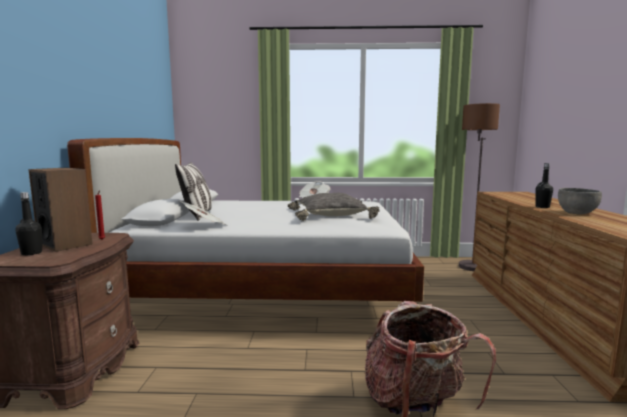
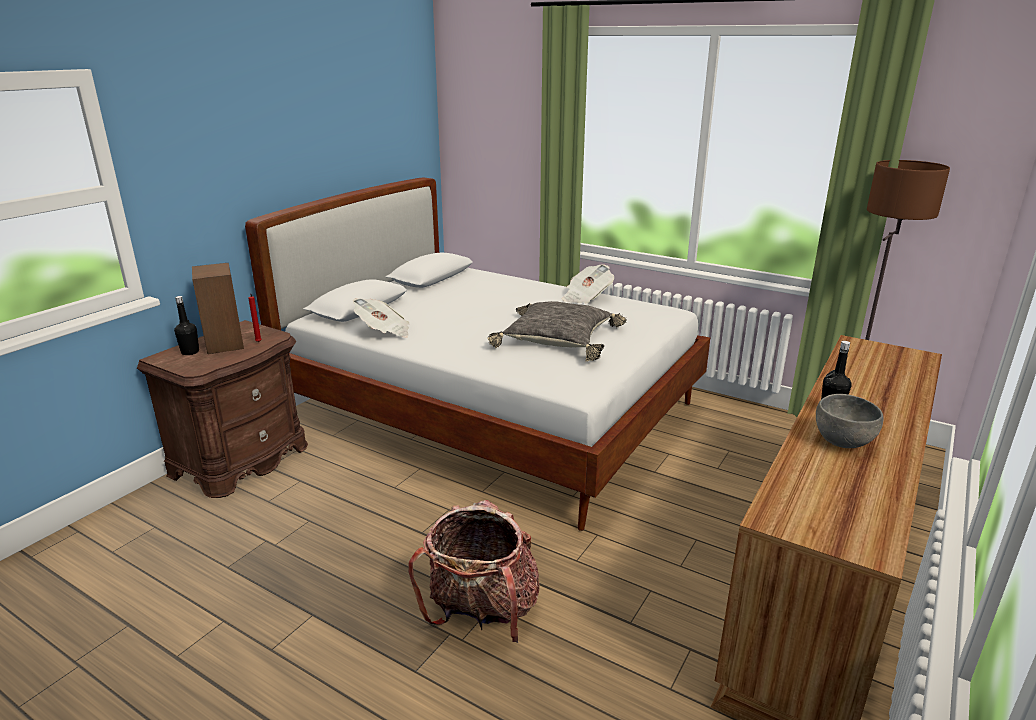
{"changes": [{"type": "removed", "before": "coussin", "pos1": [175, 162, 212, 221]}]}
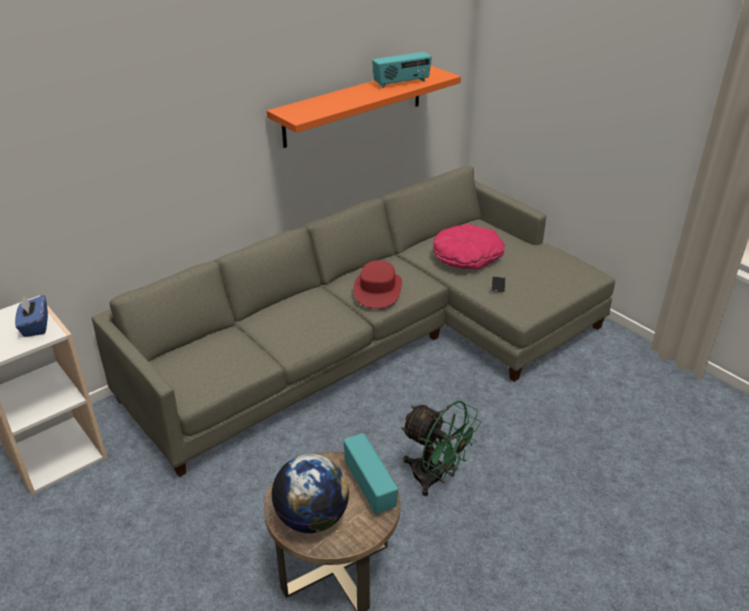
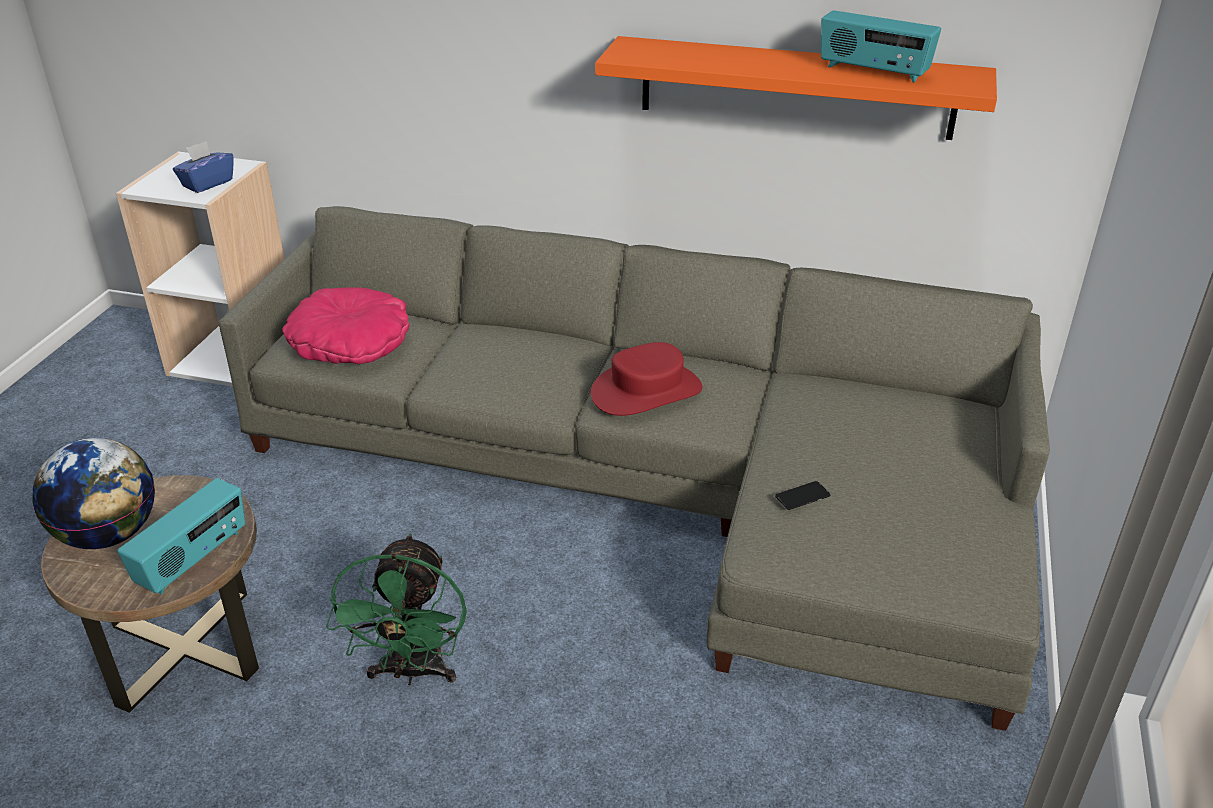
{"changes": [{"type": "moved", "before": "coussin [rose]", "pos1": [433, 224, 505, 270], "pos2": [282, 287, 409, 364]}]}
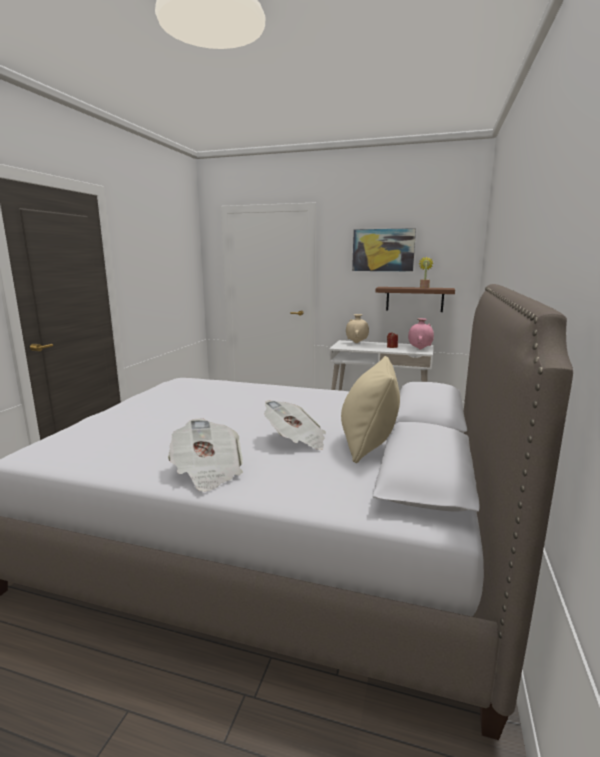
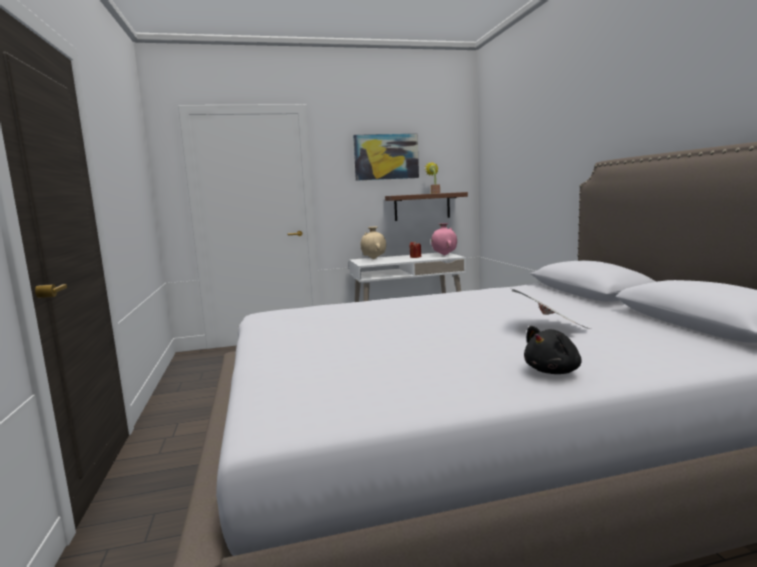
{"changes": [{"type": "removed", "before": "coussin [beige]", "pos1": [341, 356, 400, 463]}, {"type": "replaced", "before": "journal", "after": "peluche [noir]", "pos1": [168, 418, 243, 492], "pos2": [524, 326, 582, 374]}]}
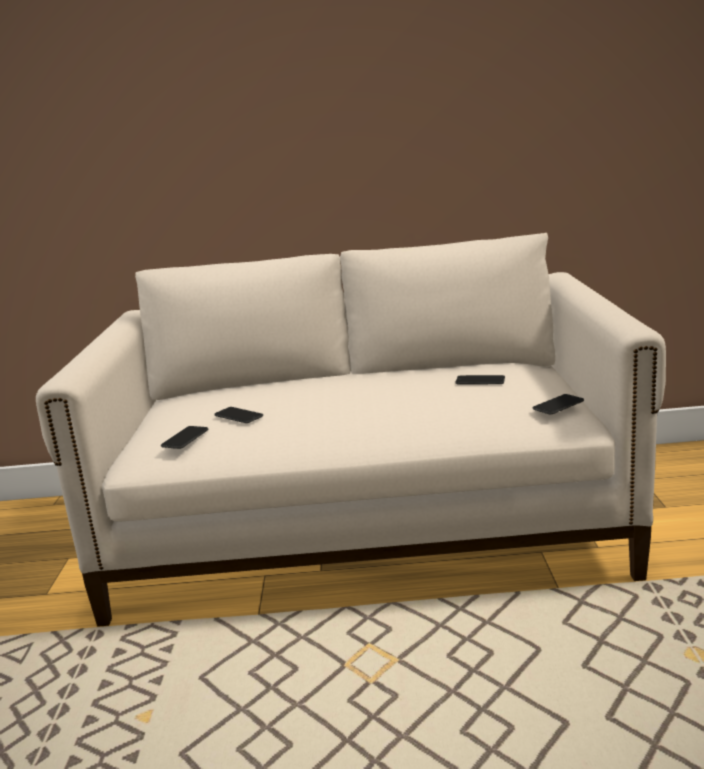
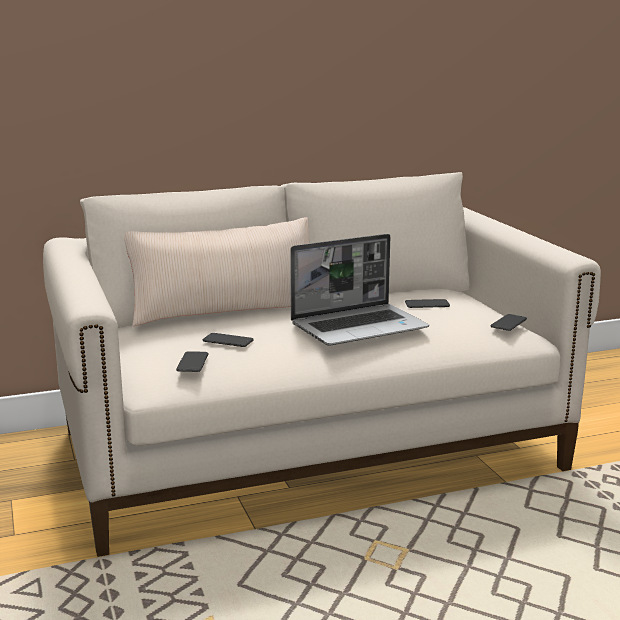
{"changes": [{"type": "added", "after": "coussin [beige]", "pos2": [124, 217, 309, 326]}, {"type": "added", "after": "ordinateur portable", "pos2": [290, 234, 429, 346]}]}
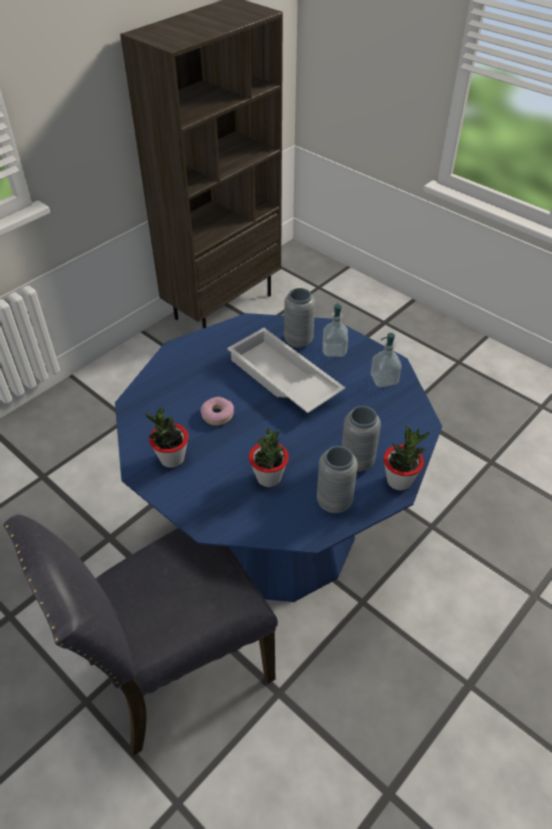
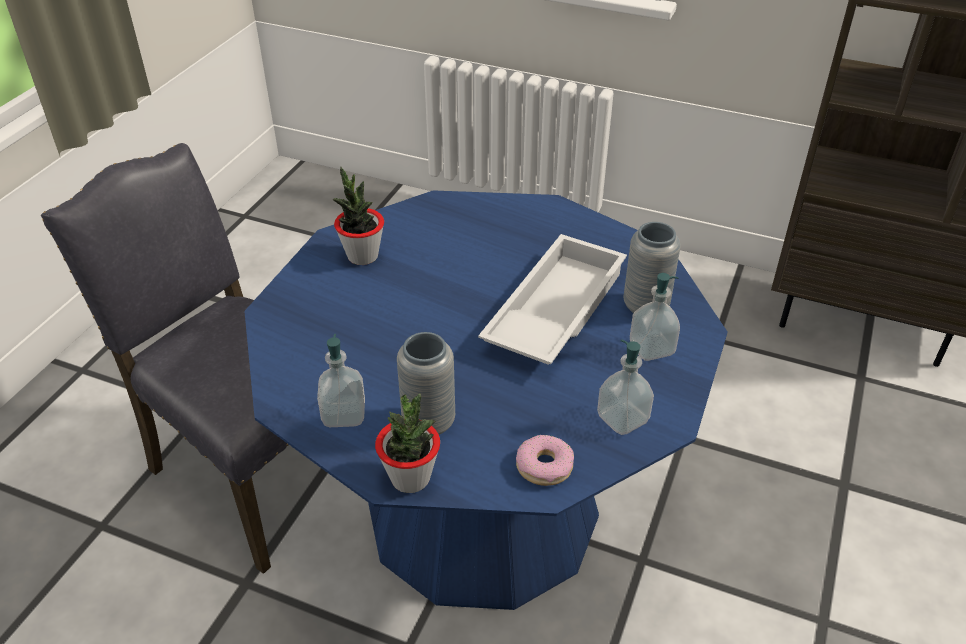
{"changes": [{"type": "moved", "before": "beignet", "pos1": [201, 397, 234, 426], "pos2": [516, 435, 574, 486]}, {"type": "removed", "before": "plante en pot", "pos1": [249, 428, 289, 487]}, {"type": "replaced", "before": "vase [gris]", "after": "distributeur de savon", "pos1": [317, 446, 358, 513], "pos2": [317, 334, 365, 427]}]}
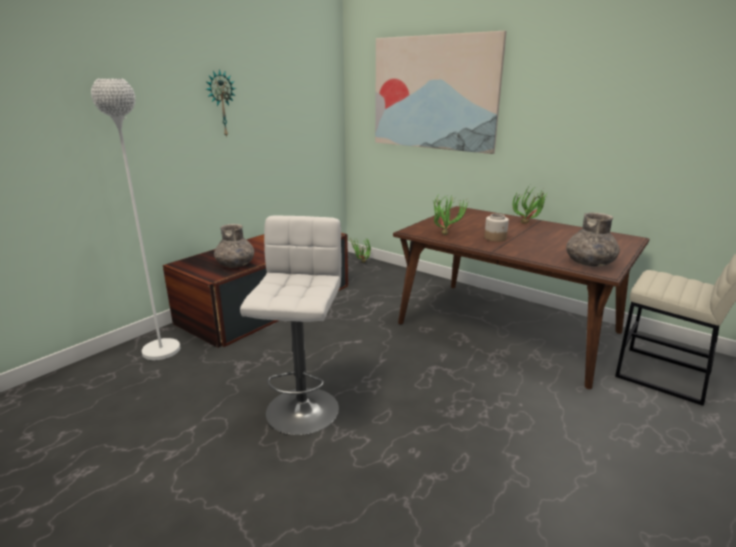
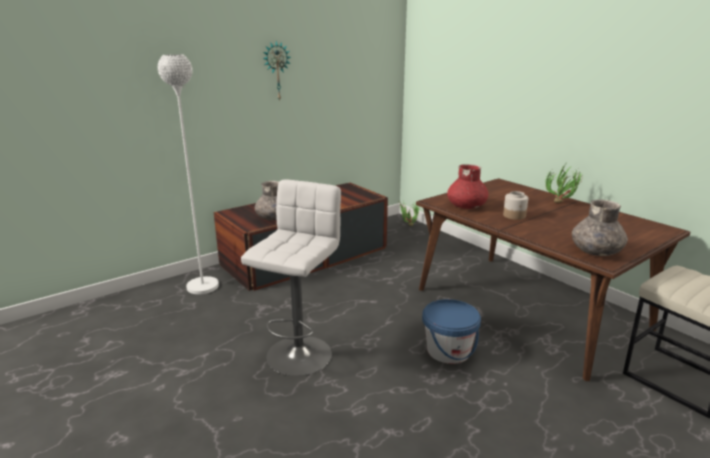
{"changes": [{"type": "removed", "before": "tableau", "pos1": [375, 31, 507, 154]}, {"type": "replaced", "before": "plante en pot", "after": "vase [rouge]", "pos1": [433, 196, 469, 235], "pos2": [447, 164, 488, 209]}, {"type": "added", "after": "seau [bleu]", "pos2": [422, 299, 481, 364]}]}
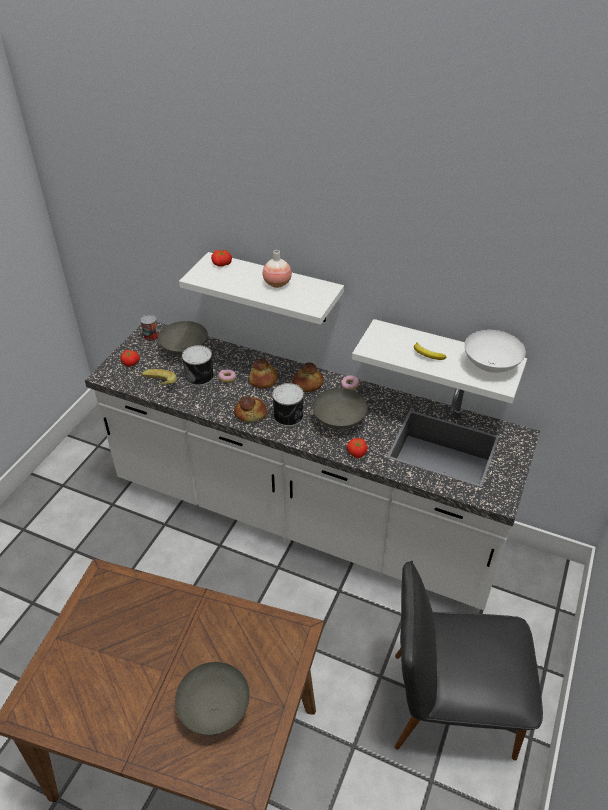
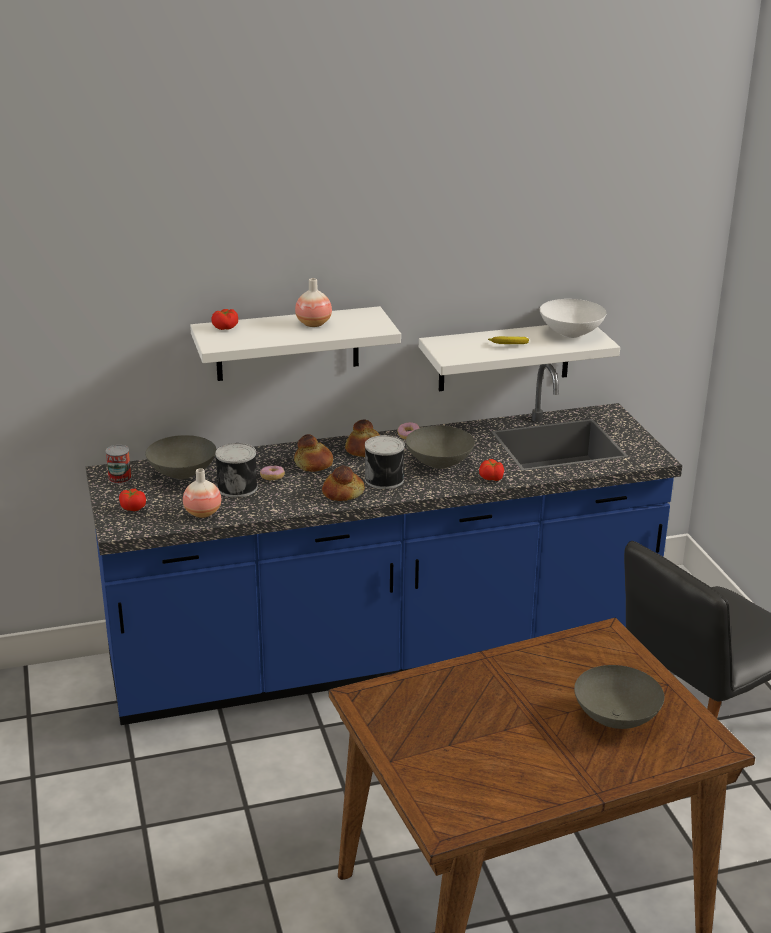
{"changes": [{"type": "recoloured", "before": "comptoir de cuisine [blanc]", "after": "comptoir de cuisine [bleu]", "pos1": [85, 322, 540, 610], "pos2": [86, 364, 682, 725]}, {"type": "replaced", "before": "banane", "after": "vase", "pos1": [141, 369, 177, 386], "pos2": [183, 468, 221, 518]}]}
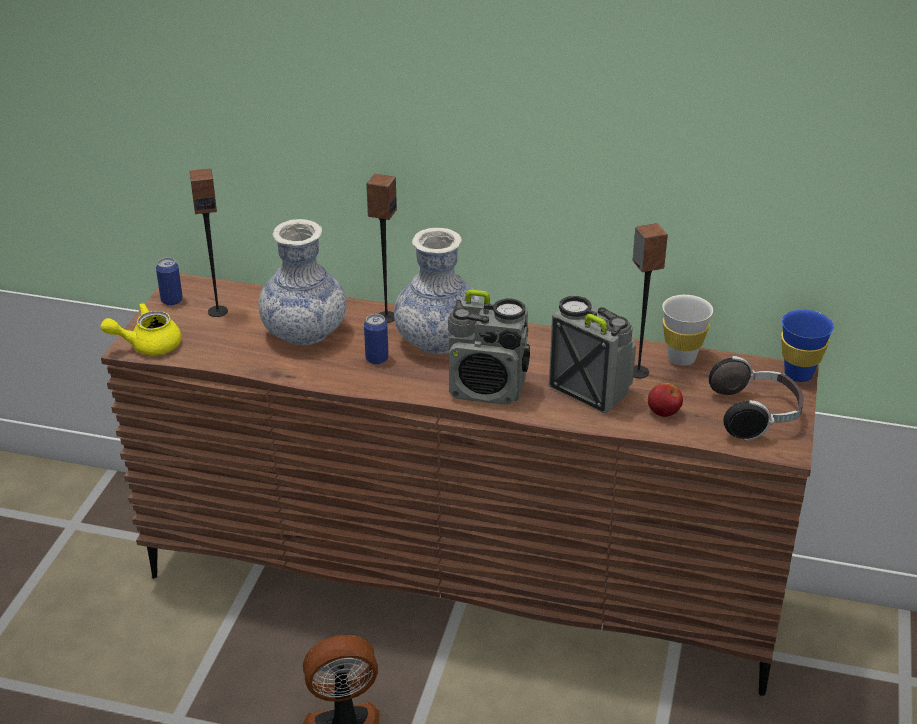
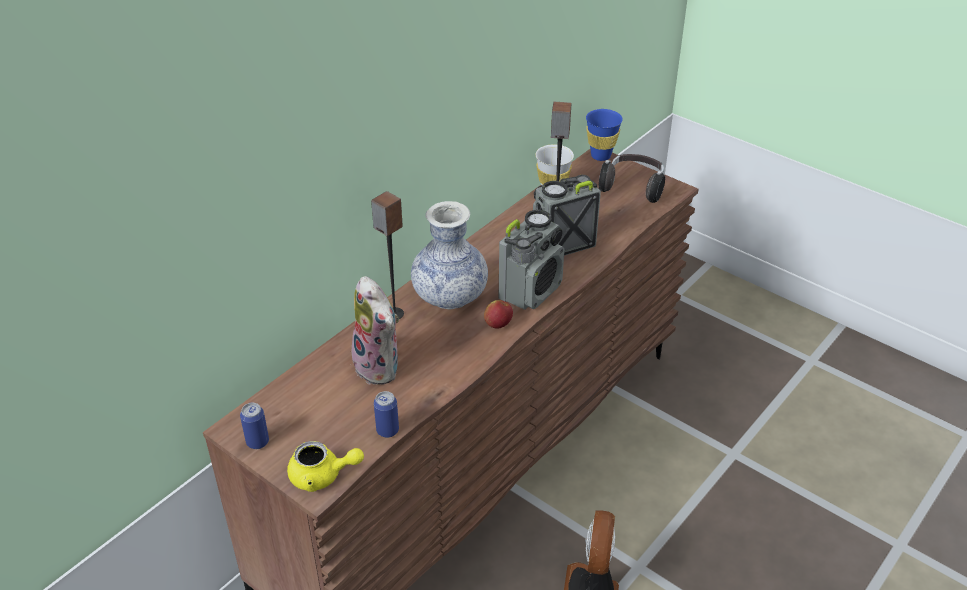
{"changes": [{"type": "removed", "before": "enceinte", "pos1": [190, 168, 228, 317]}, {"type": "replaced", "before": "vase", "after": "peluche", "pos1": [258, 219, 347, 345], "pos2": [352, 276, 399, 385]}, {"type": "turned", "before": "théière [jaune]", "pos1": [100, 303, 182, 355], "pos2": [287, 441, 364, 492], "turn": -90}, {"type": "moved", "before": "boîte métallique", "pos1": [364, 314, 389, 365], "pos2": [374, 391, 399, 438]}, {"type": "moved", "before": "pomme", "pos1": [648, 383, 683, 417], "pos2": [484, 300, 513, 329]}]}
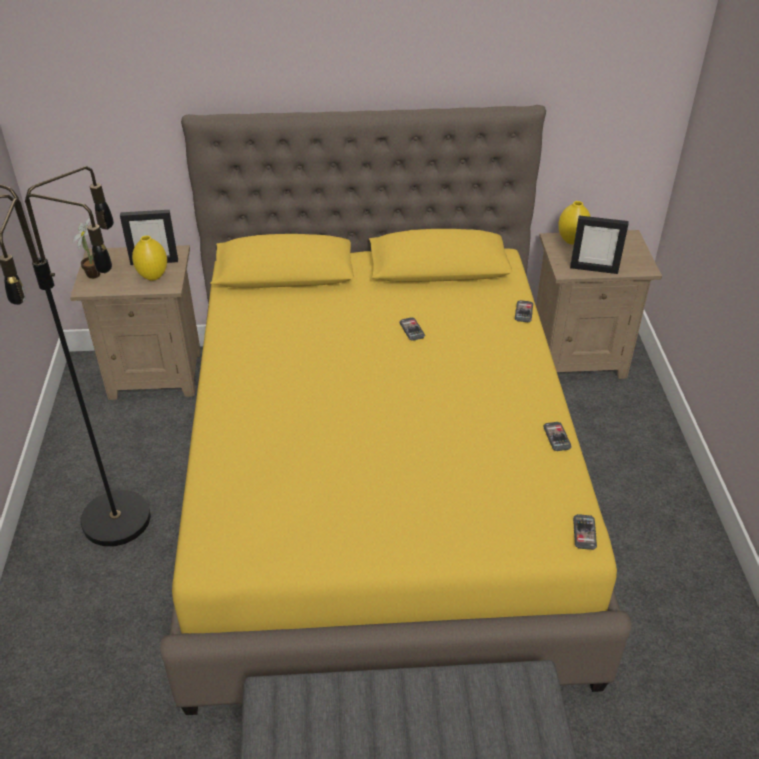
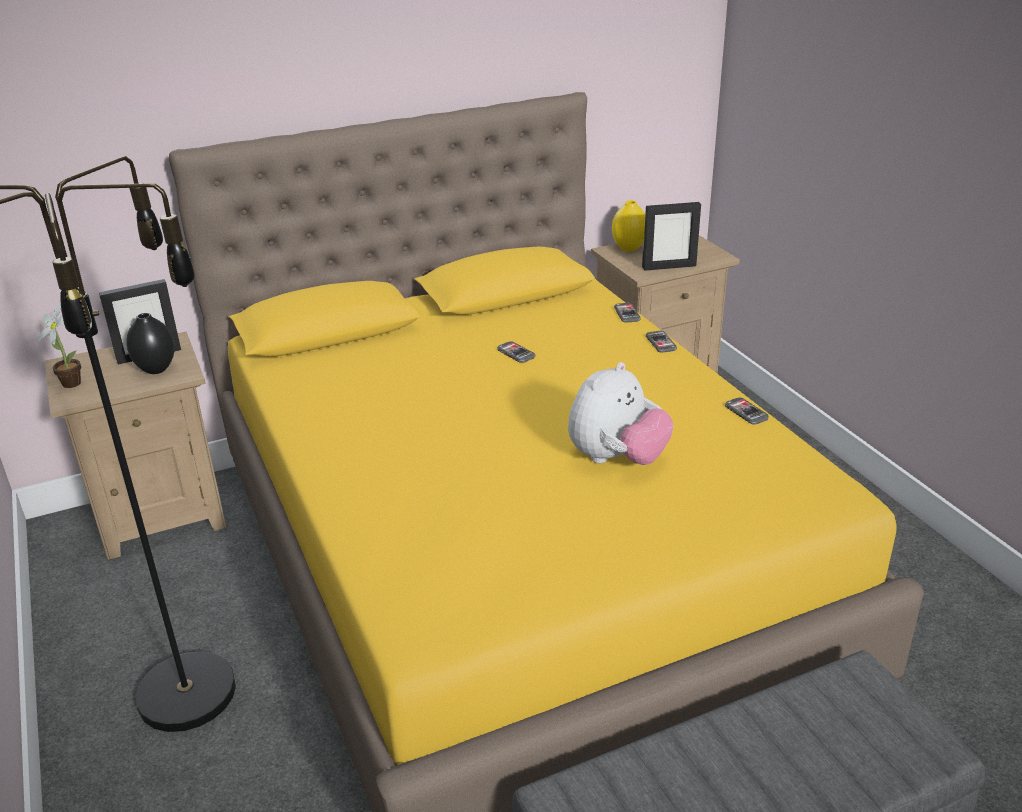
{"changes": [{"type": "recoloured", "before": "vase [jaune]", "after": "vase [noir]", "pos1": [132, 235, 167, 281], "pos2": [126, 313, 174, 374]}, {"type": "moved", "before": "téléphone", "pos1": [573, 514, 597, 550], "pos2": [646, 331, 677, 353]}, {"type": "added", "after": "peluche", "pos2": [568, 362, 673, 465]}]}
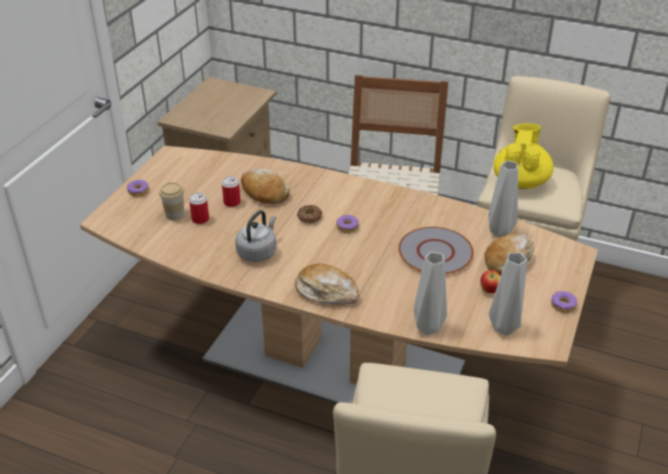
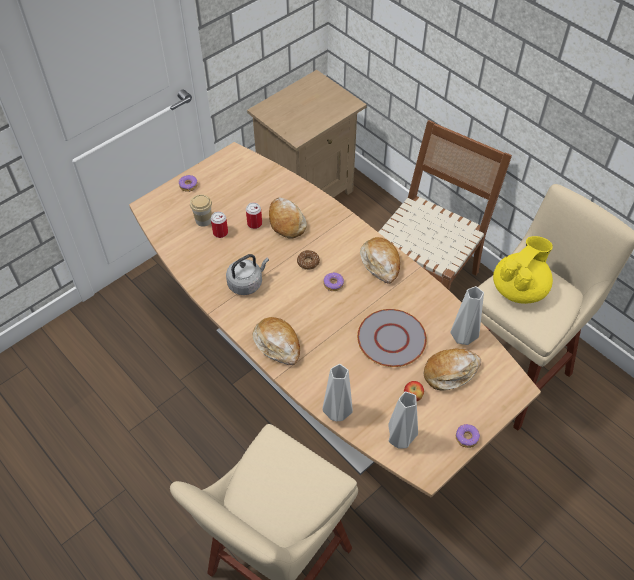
{"changes": [{"type": "added", "after": "pain", "pos2": [360, 237, 400, 284]}]}
